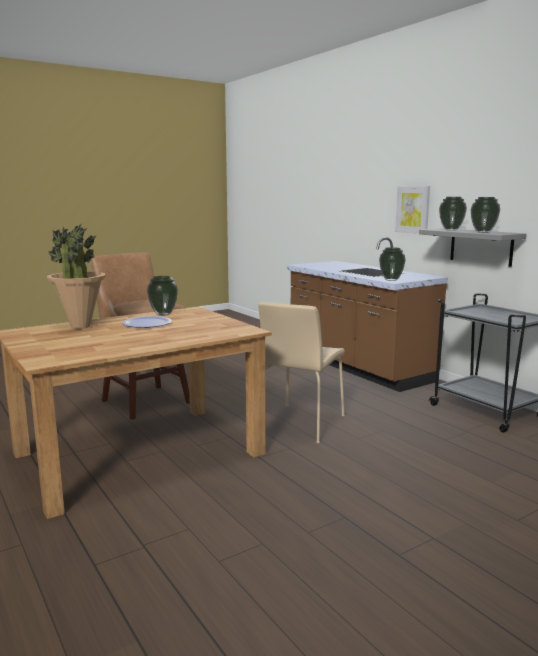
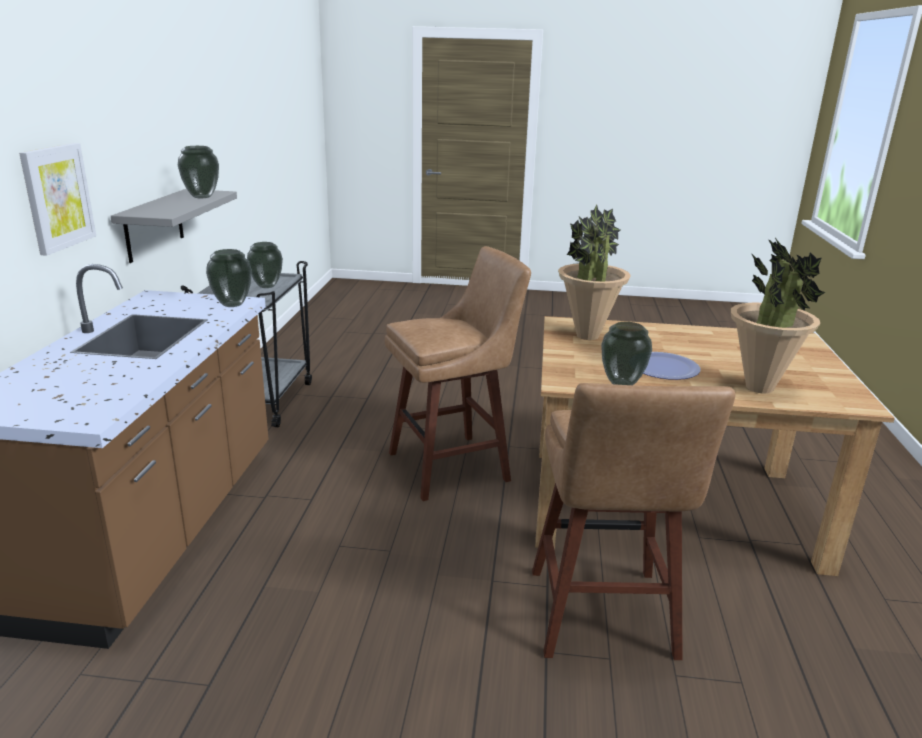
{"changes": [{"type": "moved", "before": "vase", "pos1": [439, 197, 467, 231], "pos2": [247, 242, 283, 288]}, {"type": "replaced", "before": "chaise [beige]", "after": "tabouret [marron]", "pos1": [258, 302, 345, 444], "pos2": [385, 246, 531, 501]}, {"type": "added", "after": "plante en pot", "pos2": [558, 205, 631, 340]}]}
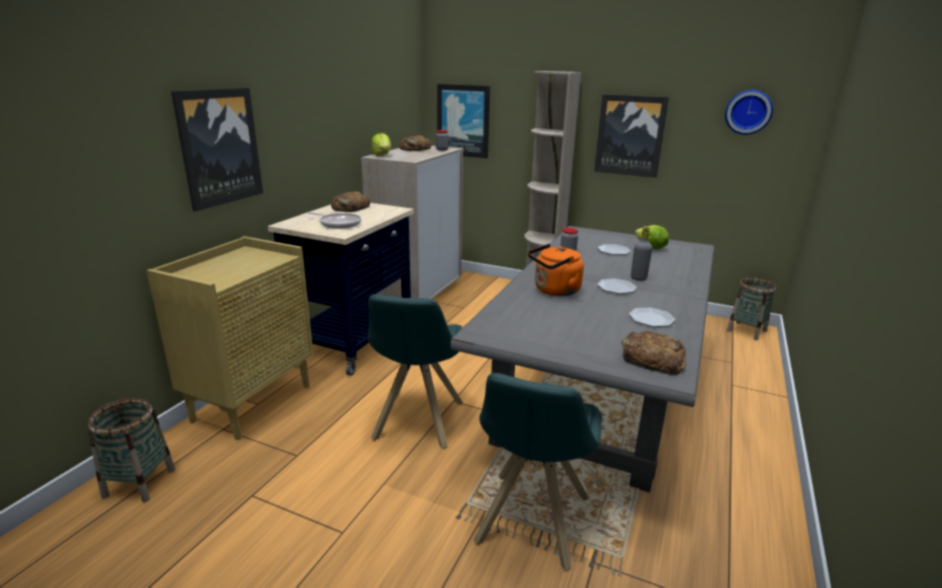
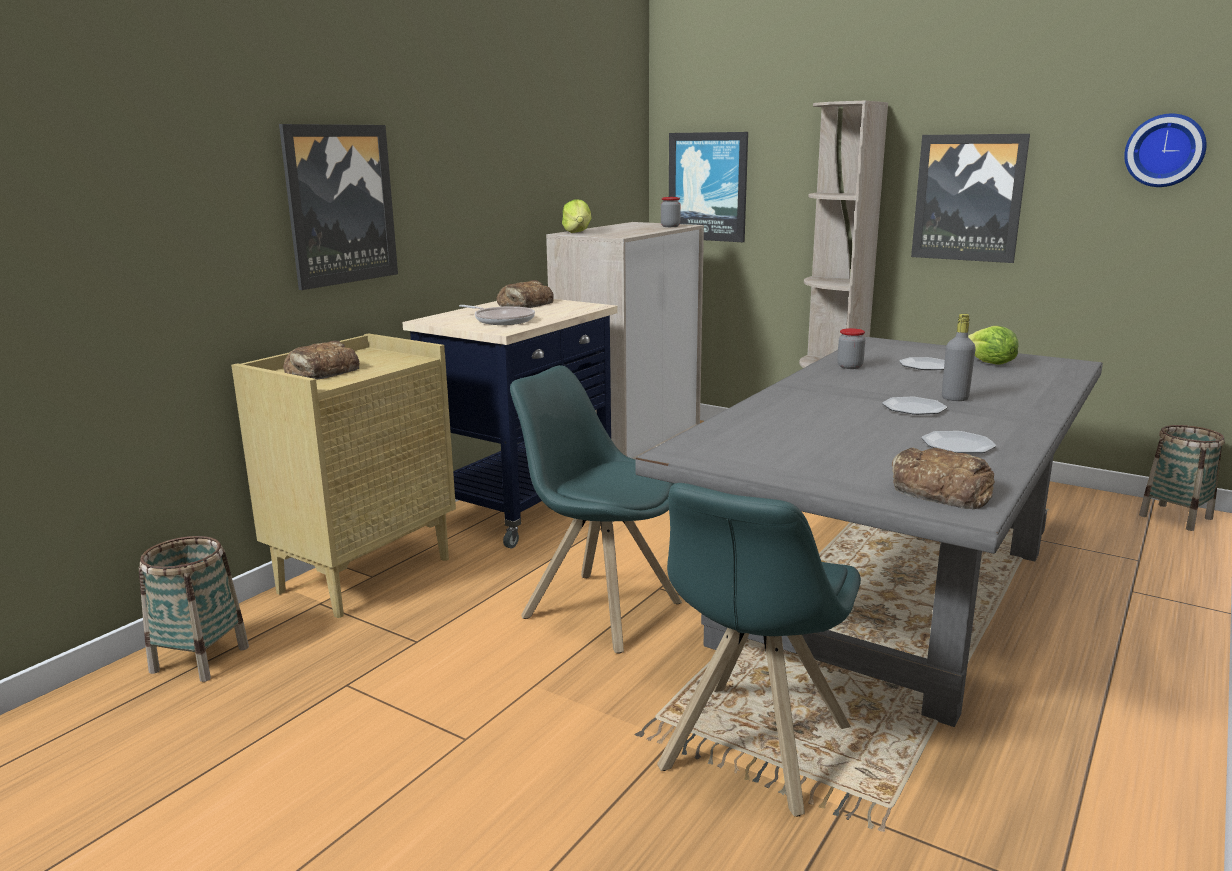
{"changes": [{"type": "moved", "before": "pain", "pos1": [399, 135, 431, 151], "pos2": [283, 341, 360, 380]}, {"type": "removed", "before": "bouilloire [orange]", "pos1": [528, 244, 584, 296]}, {"type": "turned", "before": "chaise [turquoise]", "pos1": [368, 294, 463, 449], "pos2": [510, 365, 682, 654], "turn": 105}]}
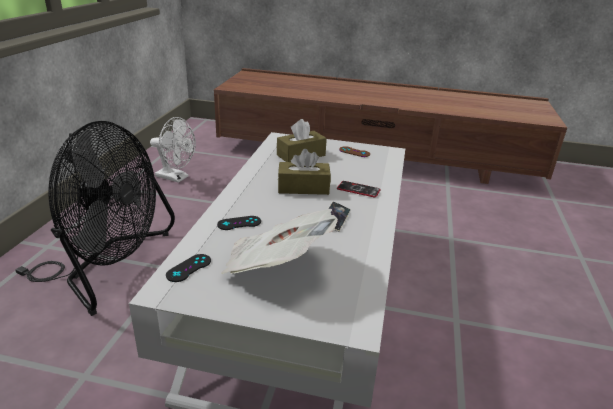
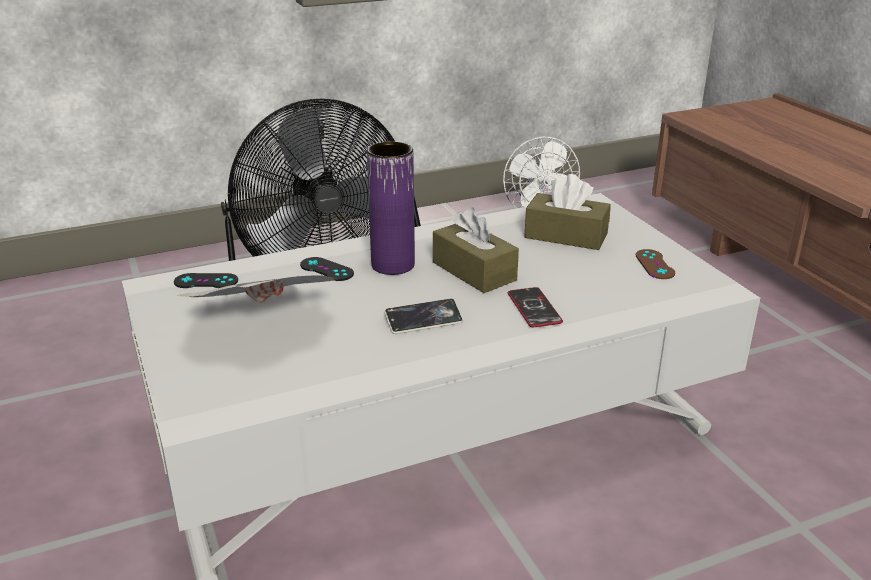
{"changes": [{"type": "added", "after": "vase [violet]", "pos2": [367, 141, 415, 275]}]}
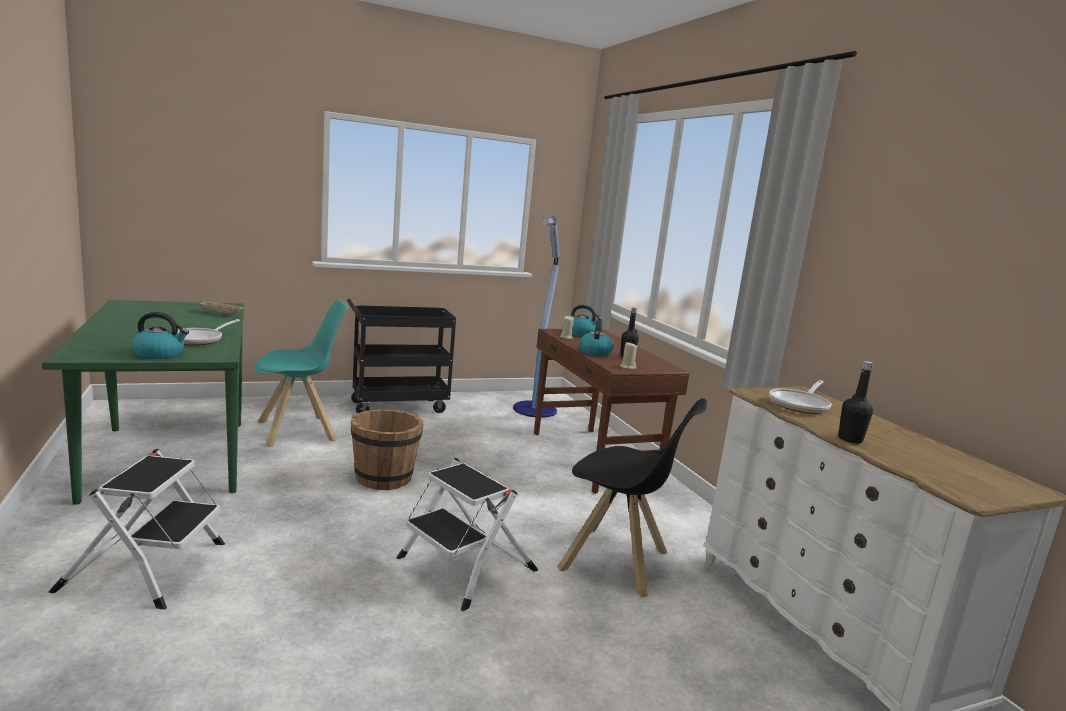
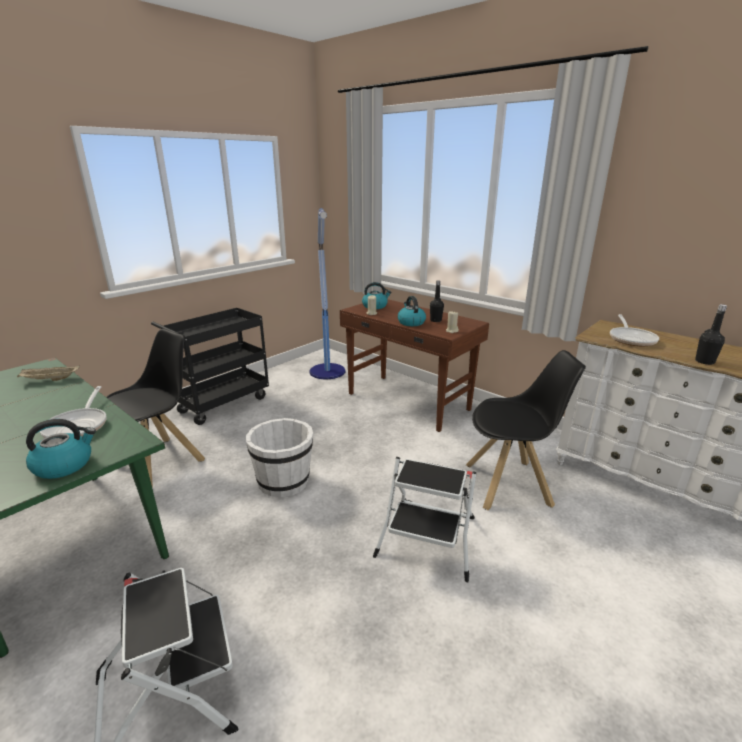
{"changes": [{"type": "recoloured", "before": "chaise [turquoise]", "after": "chaise [noir]", "pos1": [255, 300, 349, 447], "pos2": [106, 329, 205, 488]}, {"type": "recoloured", "before": "seau [marron]", "after": "seau [blanc]", "pos1": [351, 409, 423, 490], "pos2": [246, 418, 313, 497]}]}
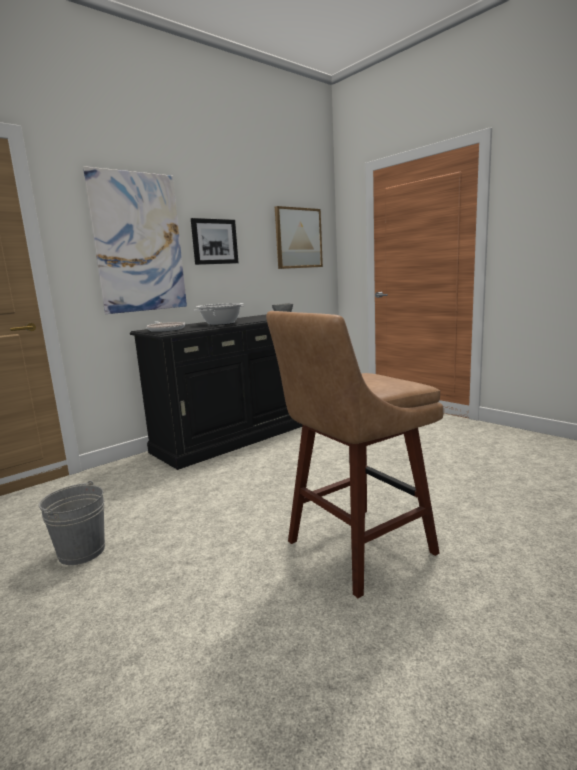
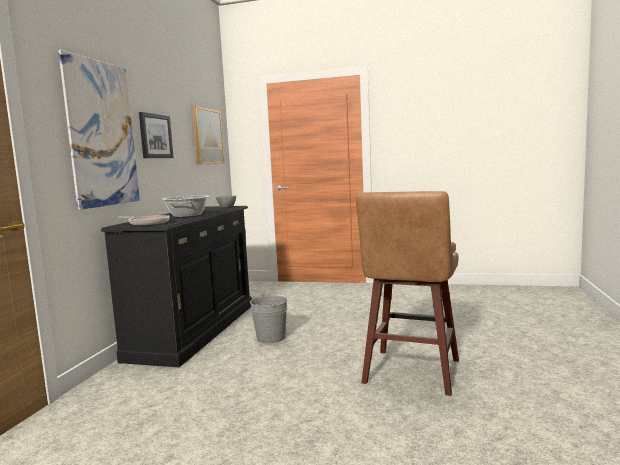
{"changes": [{"type": "moved", "before": "seau [gris]", "pos1": [39, 480, 105, 565], "pos2": [250, 293, 287, 344]}]}
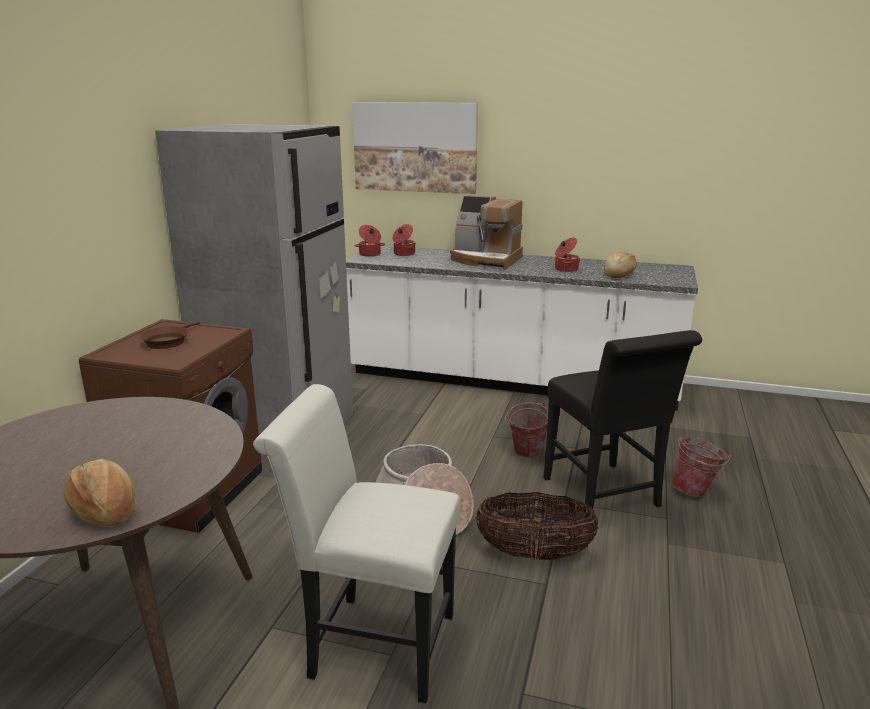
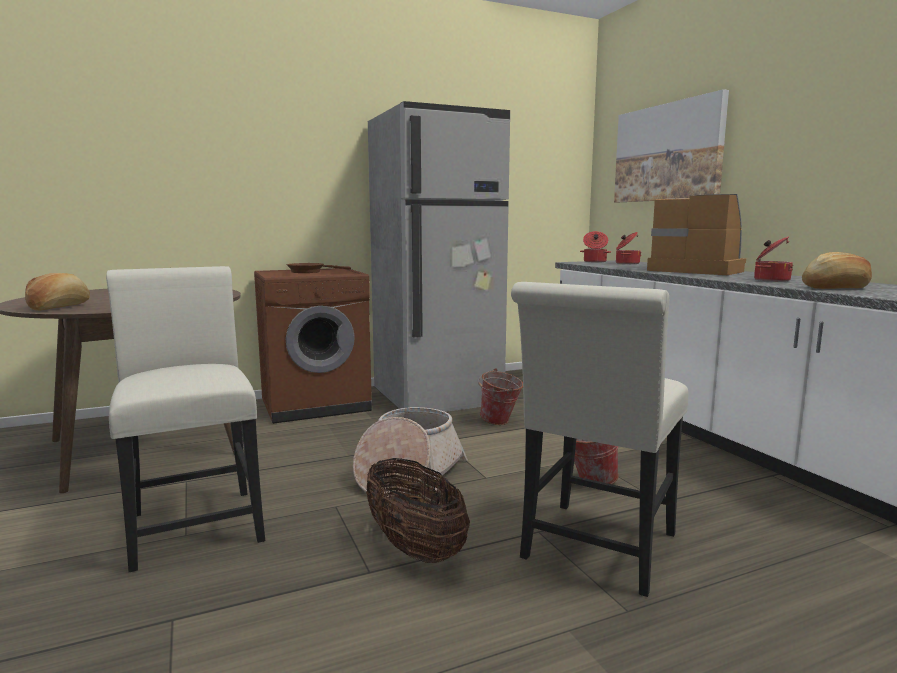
{"changes": [{"type": "turned", "before": "machine à café", "pos1": [450, 195, 523, 270], "pos2": [647, 194, 746, 275], "turn": 150}, {"type": "recoloured", "before": "chaise [noir]", "after": "chaise [blanc]", "pos1": [543, 330, 702, 509], "pos2": [511, 282, 688, 597]}, {"type": "moved", "before": "seau", "pos1": [671, 437, 731, 498], "pos2": [478, 368, 523, 425]}]}
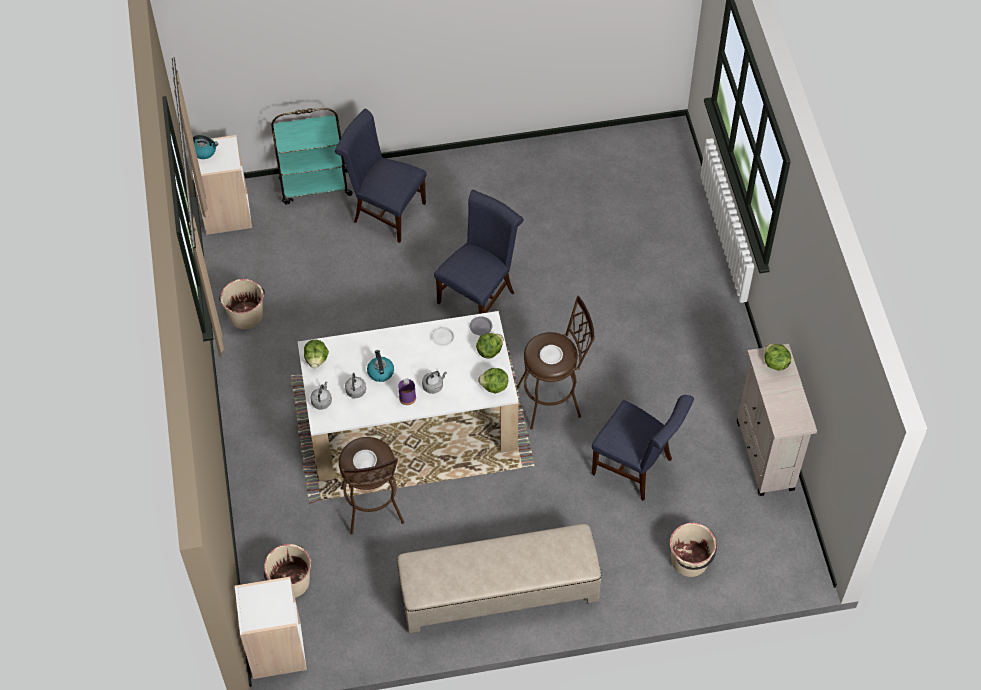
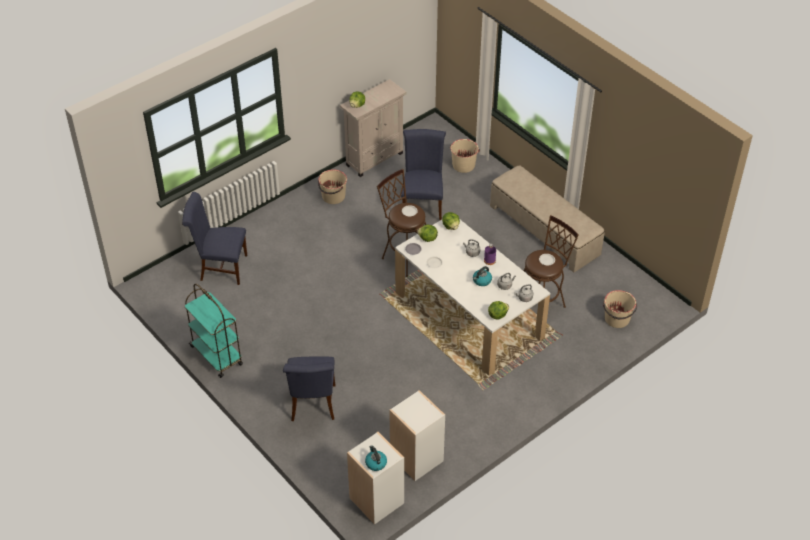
{"changes": [{"type": "moved", "before": "chariot [turquoise]", "pos1": [271, 108, 352, 205], "pos2": [185, 284, 243, 378]}, {"type": "moved", "before": "chaise [bleu]", "pos1": [434, 190, 524, 314], "pos2": [182, 192, 247, 285]}, {"type": "moved", "before": "seau [beige]", "pos1": [219, 279, 265, 329], "pos2": [318, 169, 347, 204]}, {"type": "moved", "before": "bibliothèque", "pos1": [235, 577, 307, 679], "pos2": [389, 390, 445, 481]}]}
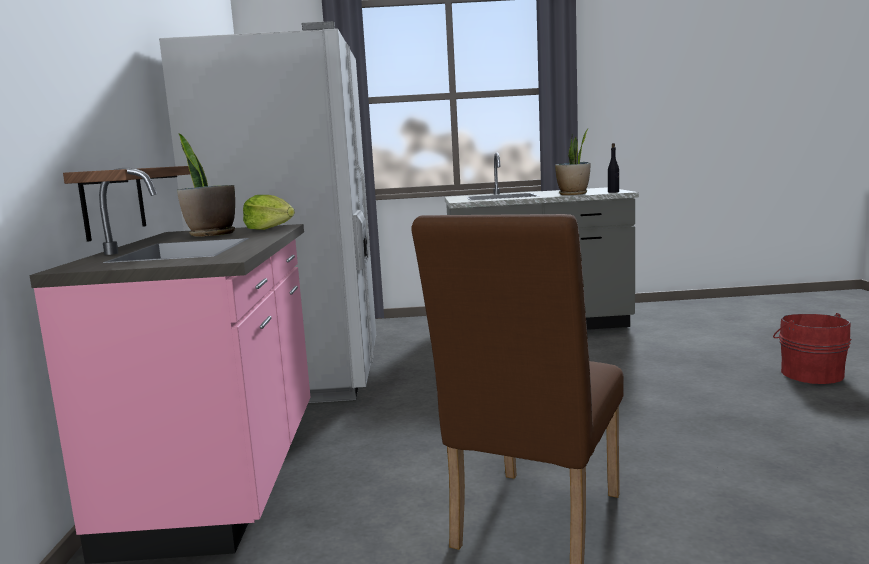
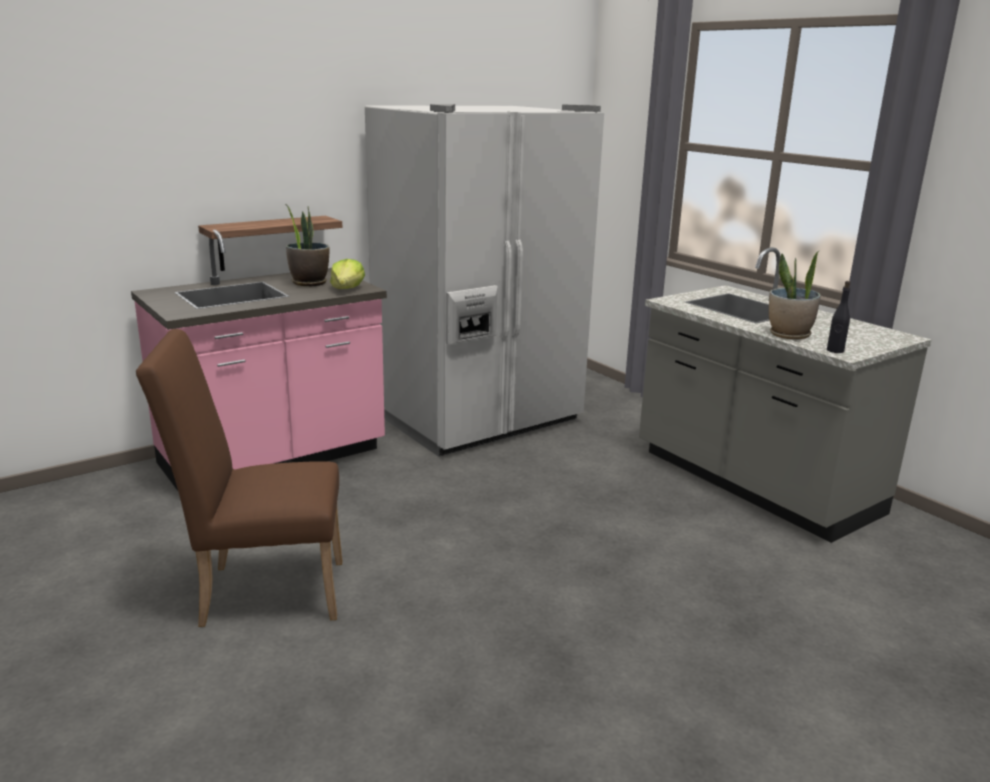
{"changes": [{"type": "removed", "before": "seau [rouge]", "pos1": [773, 313, 851, 384]}]}
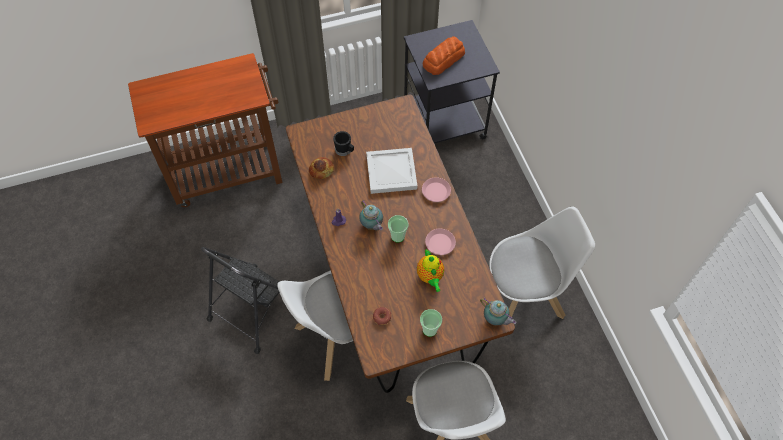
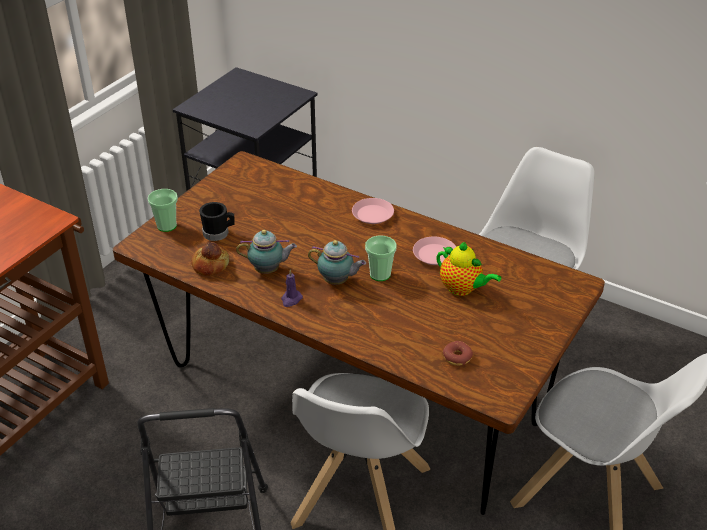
{"changes": [{"type": "removed", "before": "pain", "pos1": [423, 36, 465, 75]}, {"type": "removed", "before": "plateau [blanc]", "pos1": [366, 148, 417, 194]}, {"type": "moved", "before": "théière", "pos1": [480, 298, 516, 325], "pos2": [236, 230, 297, 274]}, {"type": "moved", "before": "tasse", "pos1": [420, 309, 442, 337], "pos2": [148, 189, 178, 232]}]}
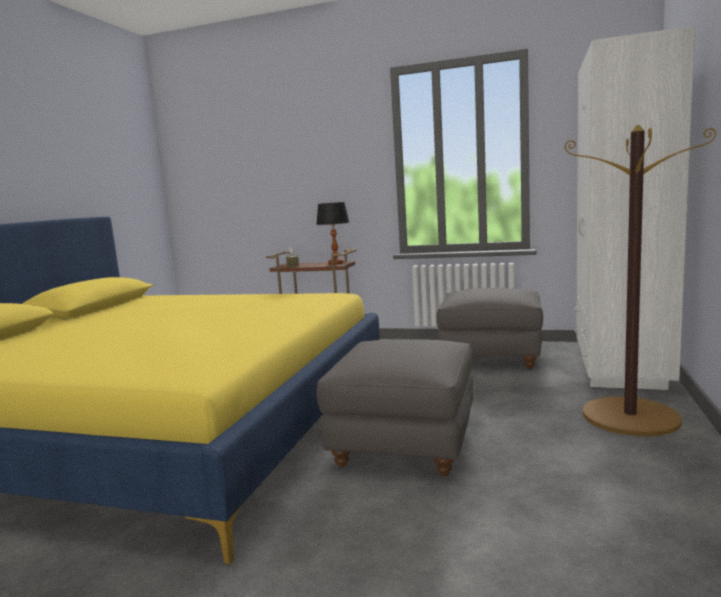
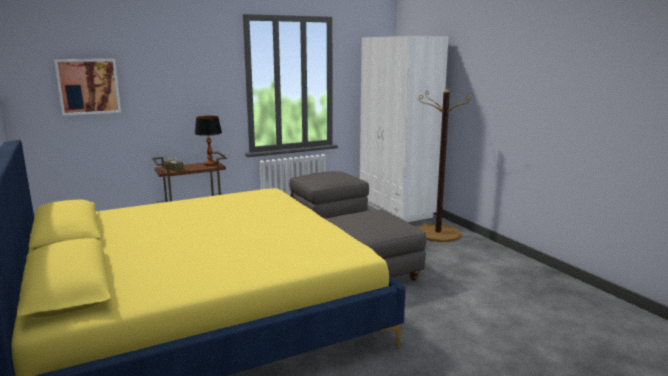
{"changes": [{"type": "added", "after": "tableau", "pos2": [54, 59, 121, 116]}]}
